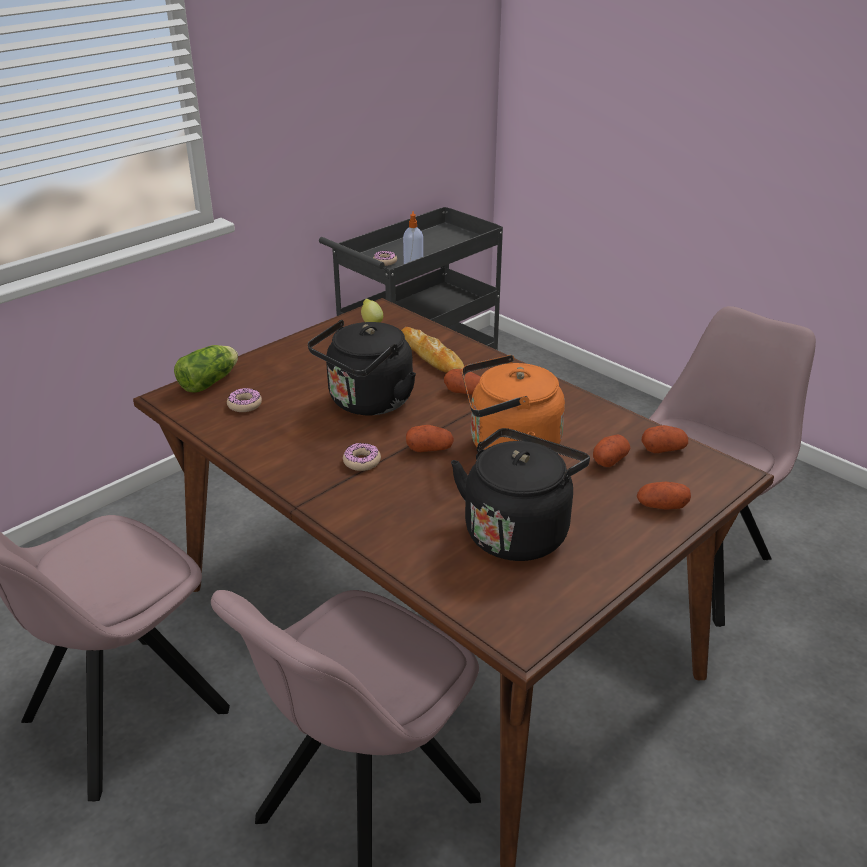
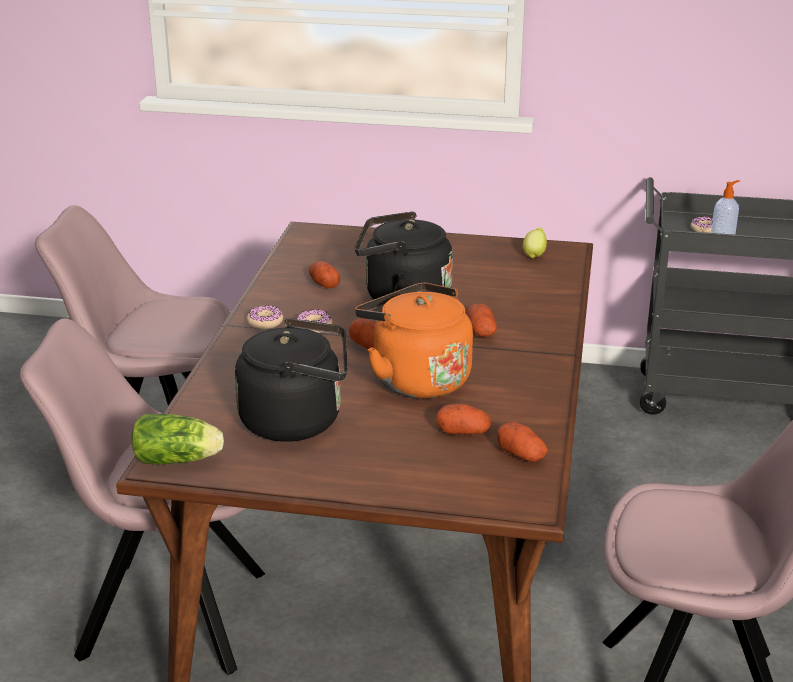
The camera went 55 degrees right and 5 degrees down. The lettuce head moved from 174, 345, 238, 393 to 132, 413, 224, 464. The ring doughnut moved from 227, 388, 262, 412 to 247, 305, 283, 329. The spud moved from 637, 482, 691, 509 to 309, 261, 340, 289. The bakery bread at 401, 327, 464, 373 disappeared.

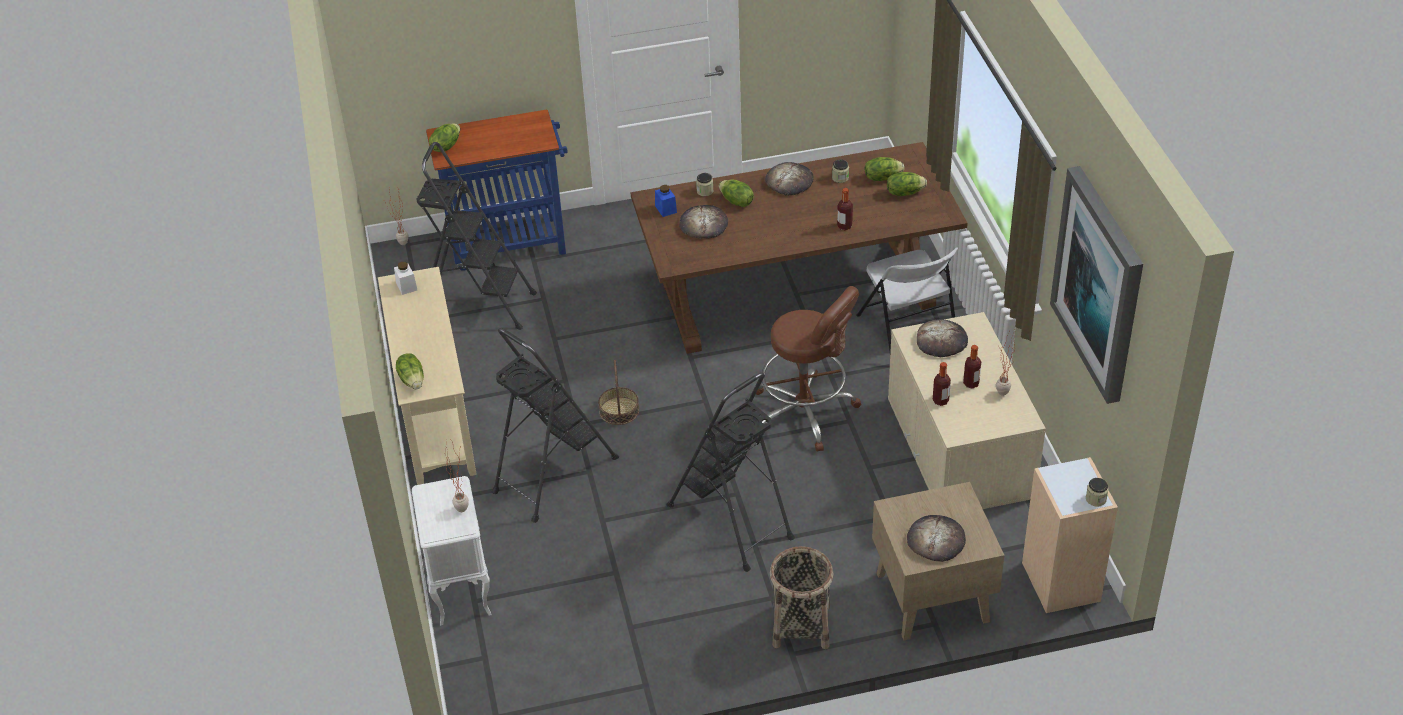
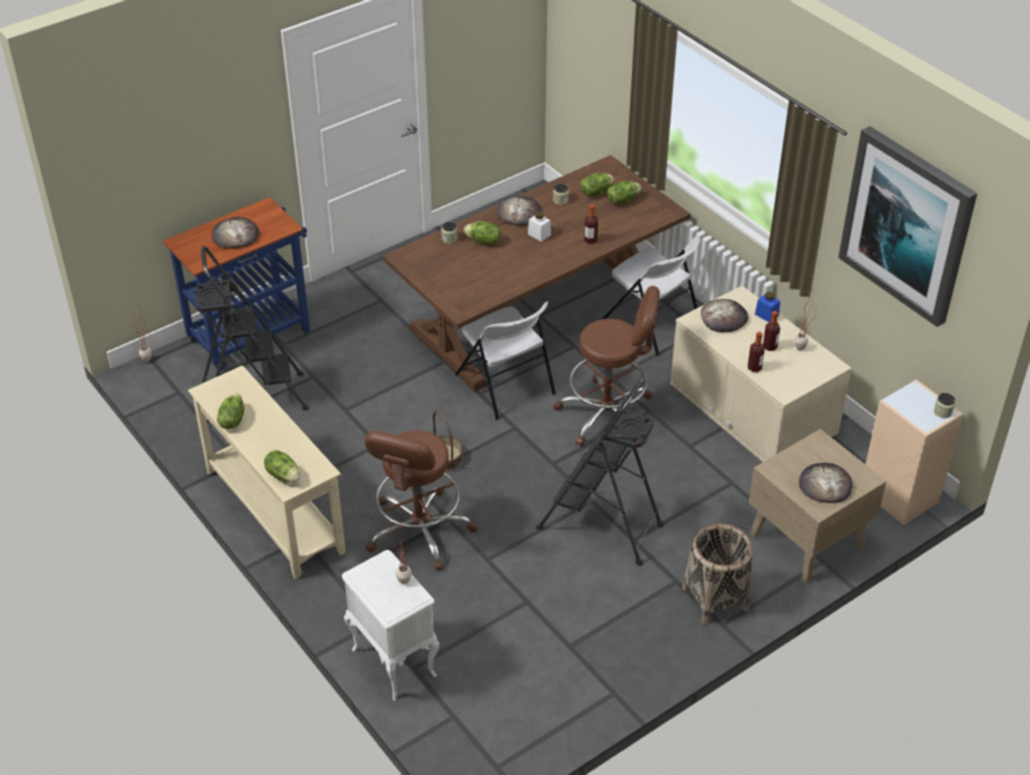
The camera went 25 degrees left and 0 degrees up. The bakery bread moved from 679, 205, 728, 239 to 212, 217, 259, 249. The lettuce head moved from 429, 123, 460, 152 to 217, 394, 244, 429. The step stool at 492, 328, 619, 523 was replaced by the stool seat (brownish) at 365, 431, 478, 571. The upright chair (white) at 455, 301, 556, 420 appeared. The jar (white) moved from 394, 262, 417, 295 to 528, 211, 551, 242. The jar (blue) moved from 655, 185, 677, 217 to 755, 292, 780, 322.

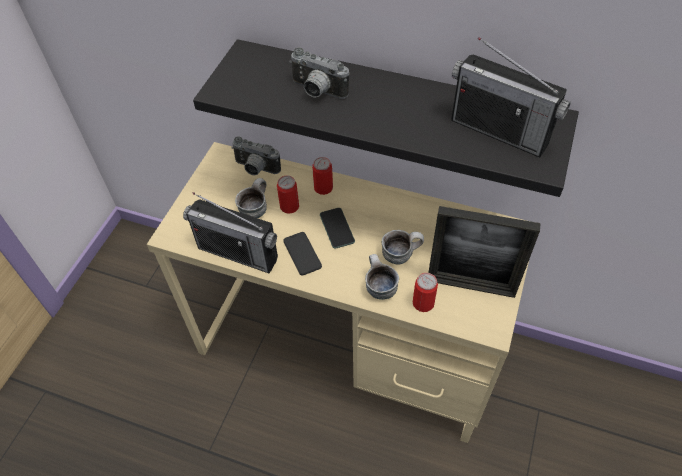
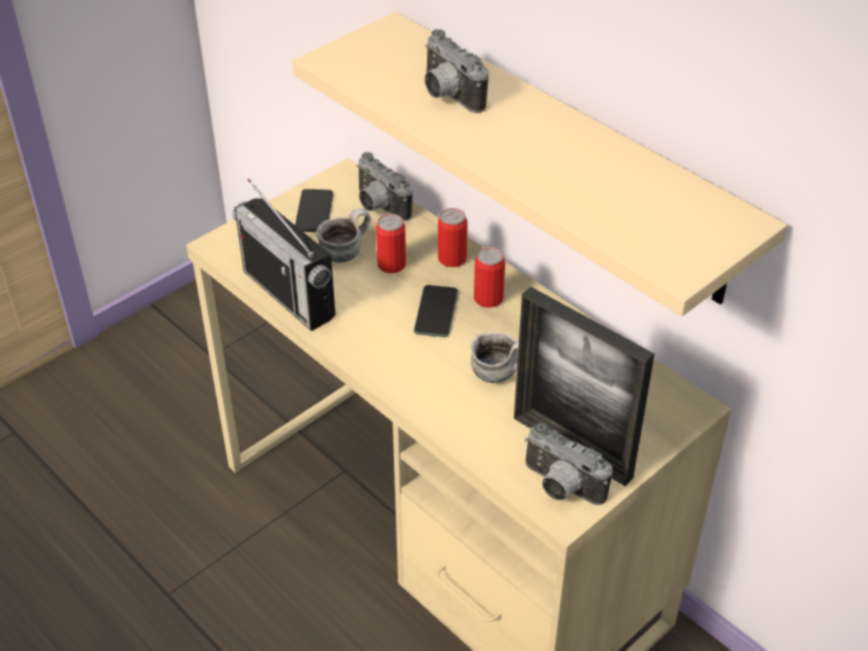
The camera went 25 degrees right and 10 degrees down. The bracket shelf (black-coloured) at 193, 39, 579, 197 became the bracket shelf (beige-coloured) at 292, 12, 787, 317. The phone moved from 283, 232, 322, 276 to 295, 189, 333, 232. The sealed can moved from 413, 273, 438, 312 to 474, 247, 505, 308. The still camera at 525, 422, 613, 505 appeared. The coffee mug at 365, 254, 399, 300 disappeared. The radio at 451, 37, 571, 158 disappeared.

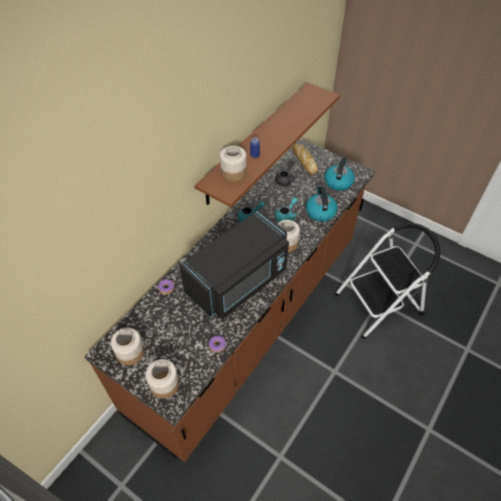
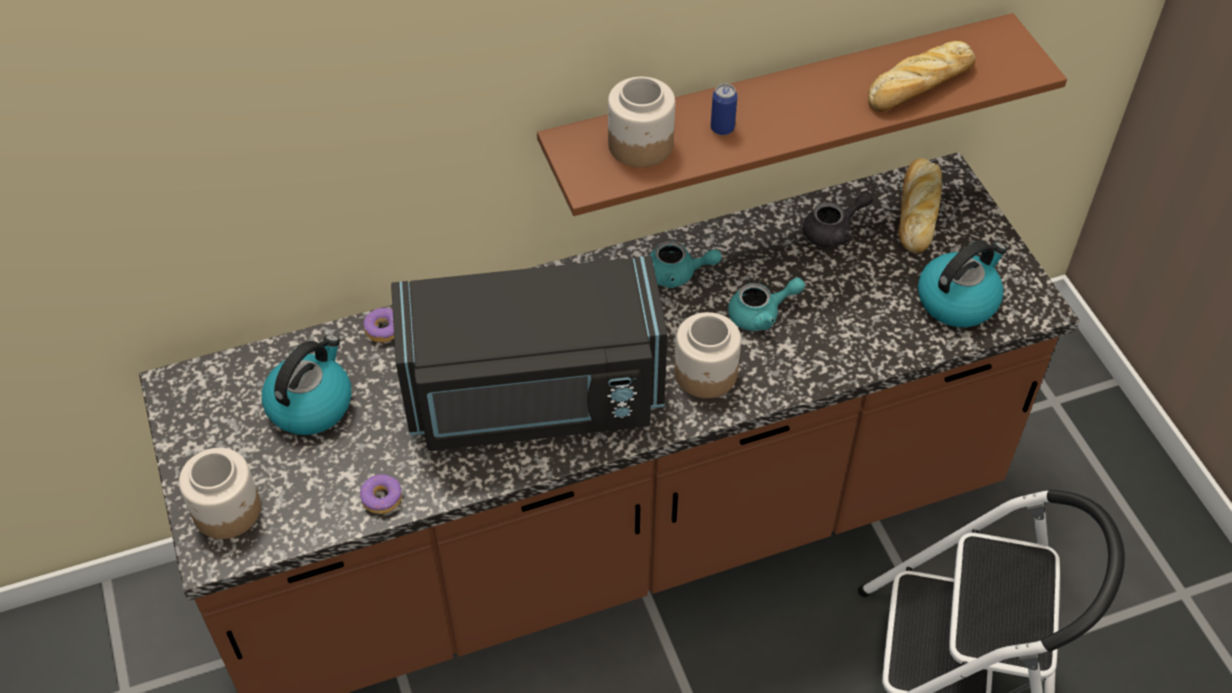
The camera went 35 degrees right and 0 degrees up. The kettle moved from 306, 185, 338, 222 to 262, 335, 352, 435. The bakery bread at 868, 41, 976, 112 appeared. The jar at 111, 328, 144, 366 disappeared.

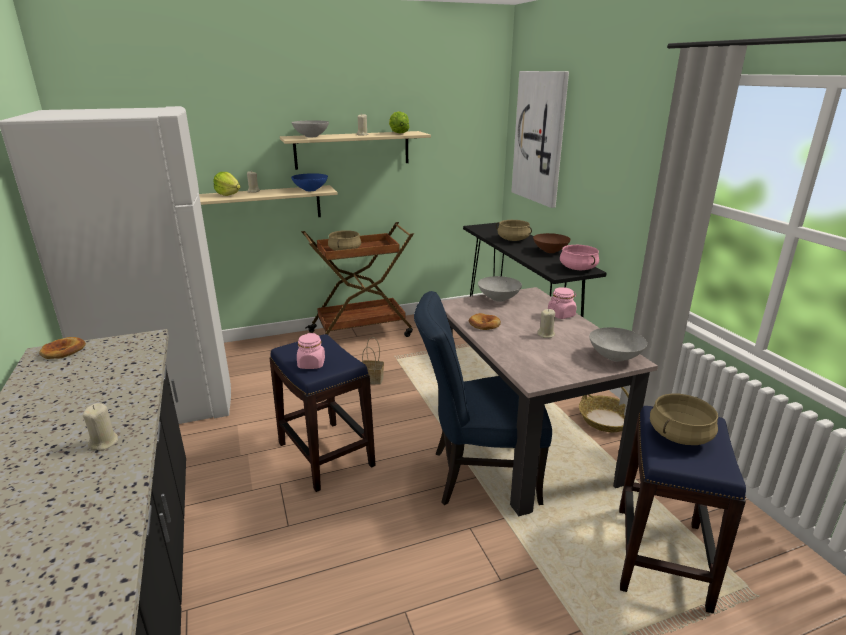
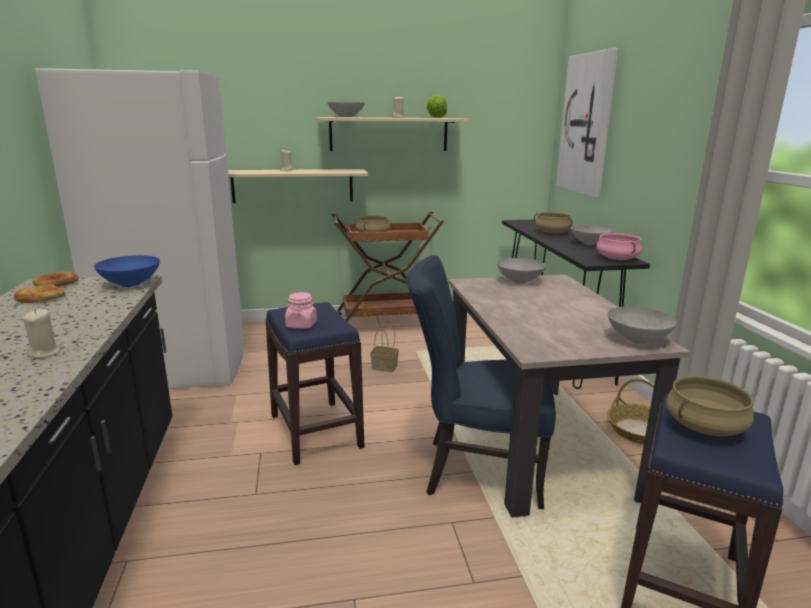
The camera went 10 degrees right and 5 degrees down. The bakery bread moved from 469, 313, 501, 330 to 14, 284, 65, 303. The bowl (blue) moved from 291, 173, 328, 191 to 94, 255, 160, 287. The bowl (brownish) at 533, 233, 571, 253 became the bowl (grey) at 572, 225, 614, 245. The lettuce head at 213, 172, 240, 196 disappeared. The candle (beige-coloured) at 537, 309, 555, 338 disappeared. The jar (pink-coloured) at 548, 287, 577, 319 disappeared.

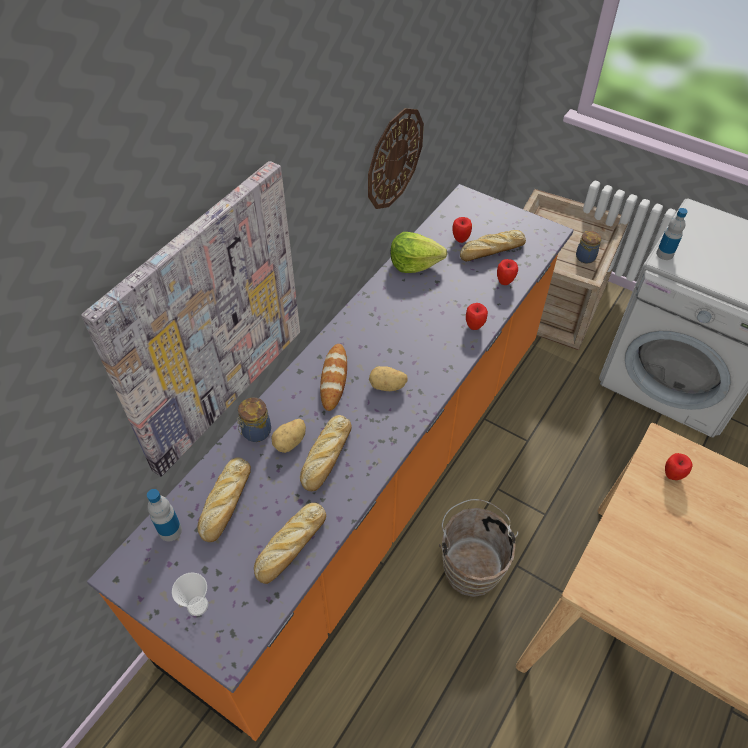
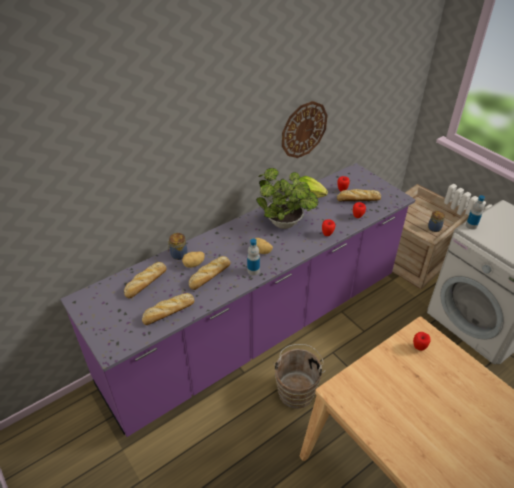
The camera went 20 degrees right and 10 degrees down. The kitchen base unit (orange-coloured) at 87, 184, 574, 741 became the kitchen base unit (purple) at 60, 163, 415, 437. The beverage bottle moved from 147, 489, 182, 541 to 247, 239, 260, 275. The plant in a pot at 256, 168, 319, 229 appeared. The wall art at 81, 161, 300, 477 disappeared. The small cup at 172, 573, 208, 616 disappeared. The bakery bread at 320, 344, 347, 411 disappeared.

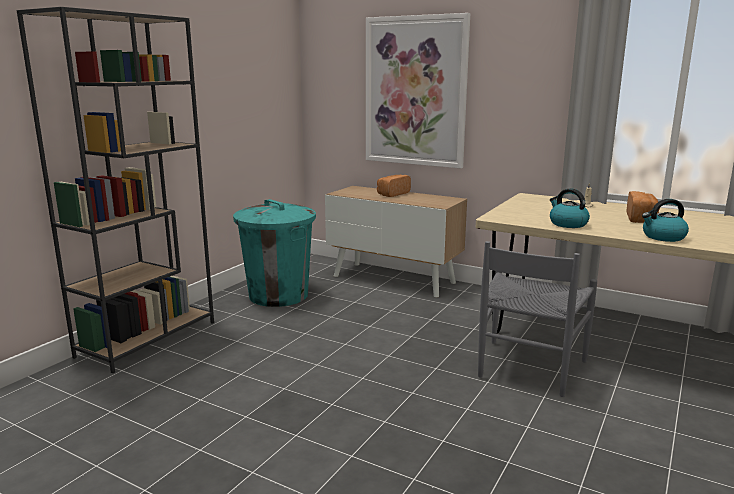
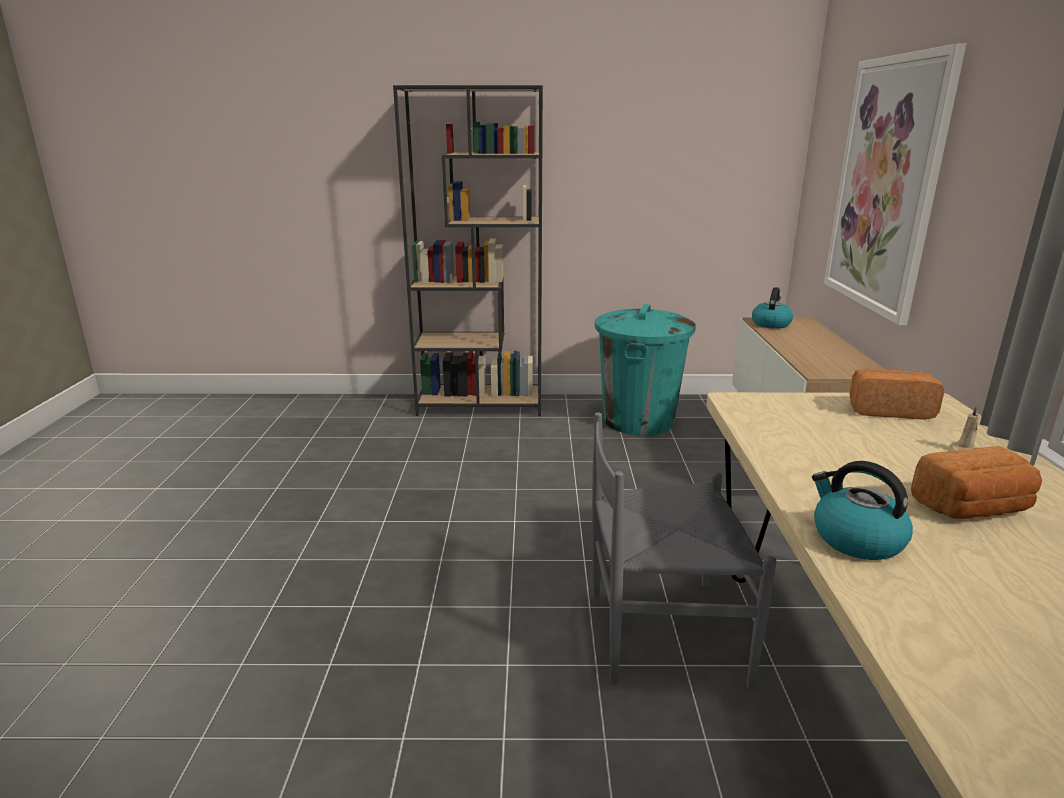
The camera went 60 degrees right and 5 degrees up. The kettle moved from 550, 188, 590, 228 to 752, 287, 793, 329. The bakery bread moved from 377, 175, 411, 197 to 850, 369, 945, 420.

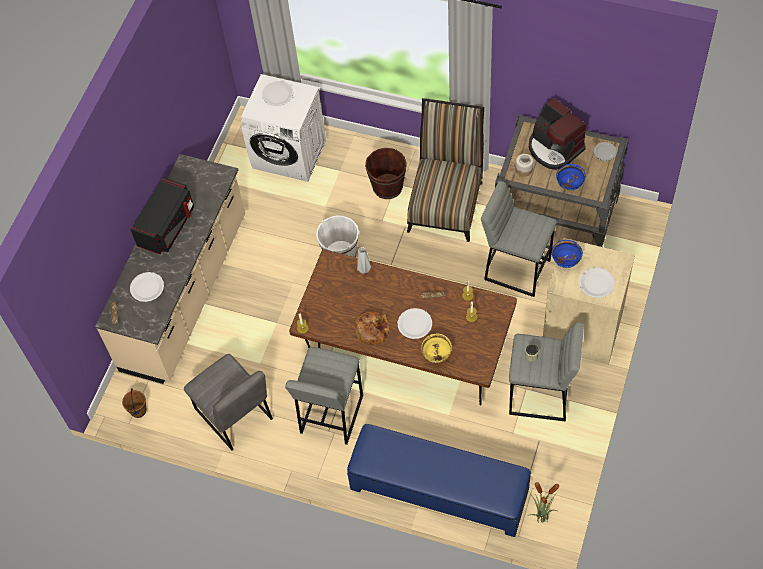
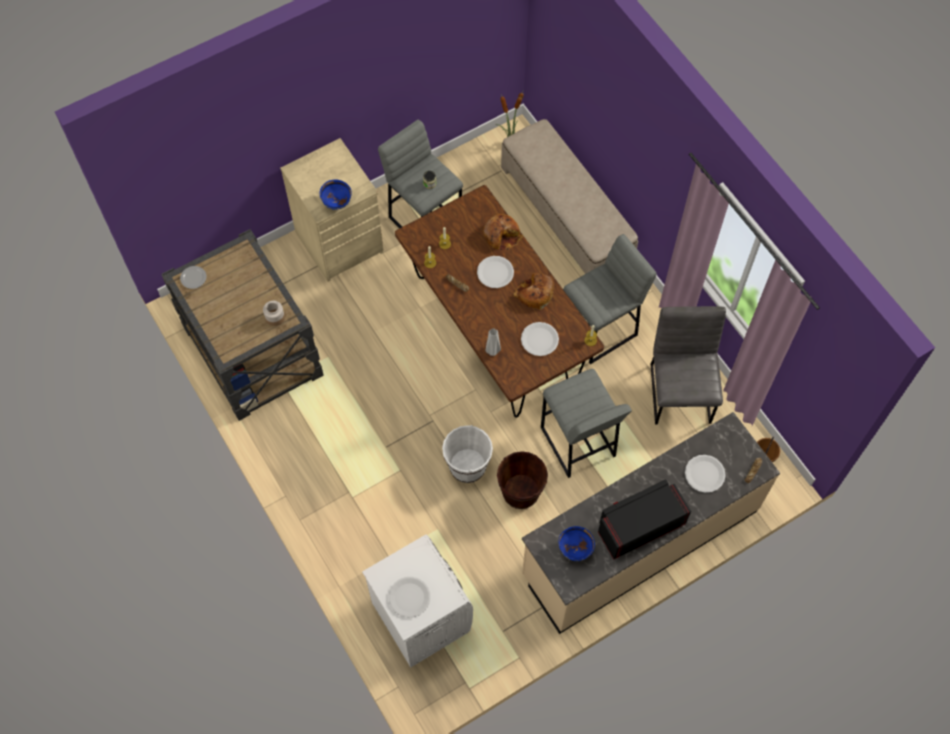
The camera went 145 degrees left and 5 degrees up. The bowl (yellowish) at 421, 334, 452, 363 was replaced by the bakery bread at 483, 214, 523, 251. The bucket (brownish) moved from 365, 148, 407, 199 to 497, 451, 548, 509. The long seat (blue) at 347, 424, 531, 537 became the long seat (beige-coloured) at 501, 119, 638, 274. The dinner plate (white) moved from 579, 267, 615, 298 to 521, 322, 559, 356. The stool seat (grey) moved from 481, 181, 557, 297 to 541, 369, 632, 478. The bowl (blue) moved from 556, 164, 586, 190 to 559, 526, 595, 561. The upright chair at 407, 98, 484, 242 disappeared. The coffee maker at 529, 98, 586, 170 disappeared.

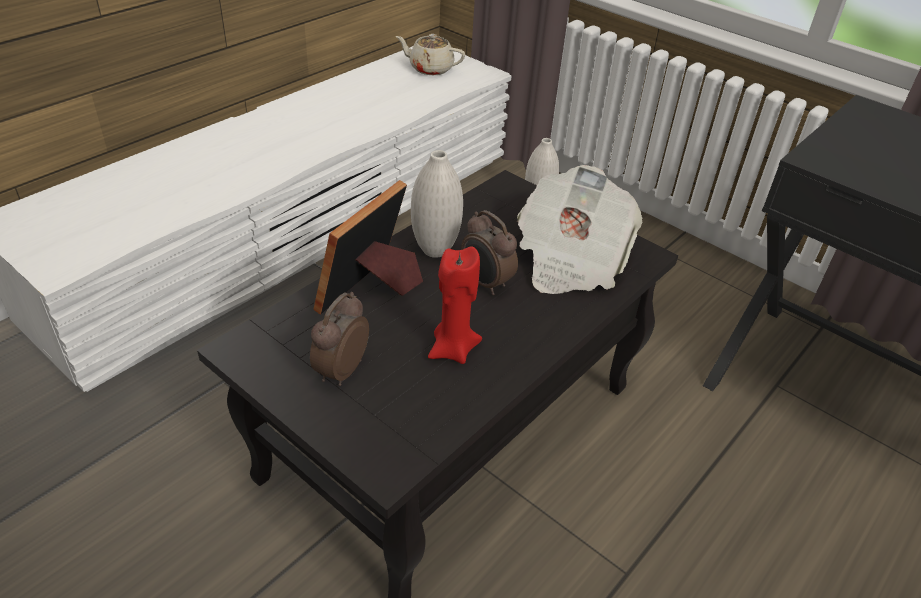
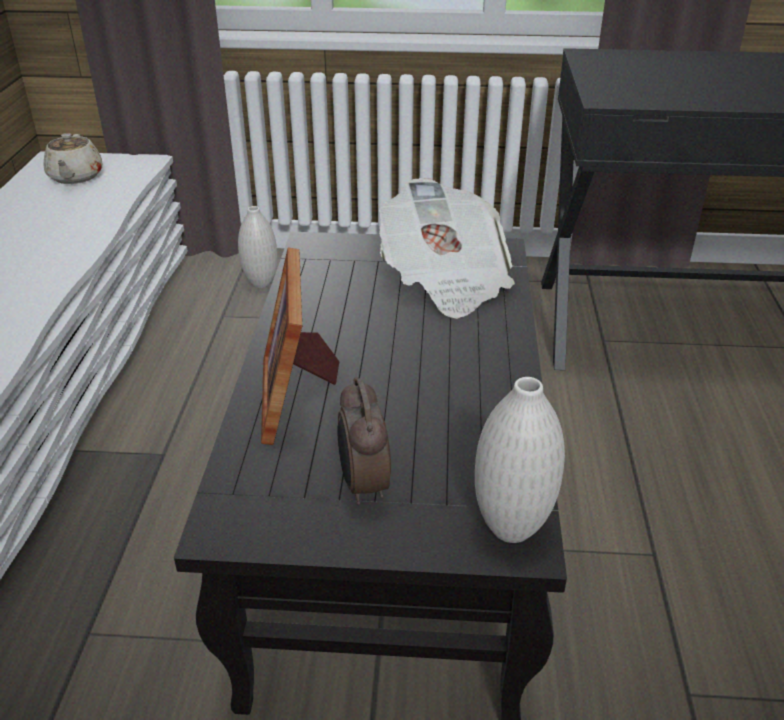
The camera went 35 degrees left and 5 degrees down. The tea pot (beige-coloured) at 395, 34, 465, 75 turned 75 degrees counterclockwise. The decorative vase (white) moved from 411, 150, 463, 258 to 475, 377, 565, 543. The candle (red-coloured) at 428, 246, 482, 364 disappeared. The alarm clock at 461, 210, 518, 295 disappeared.

